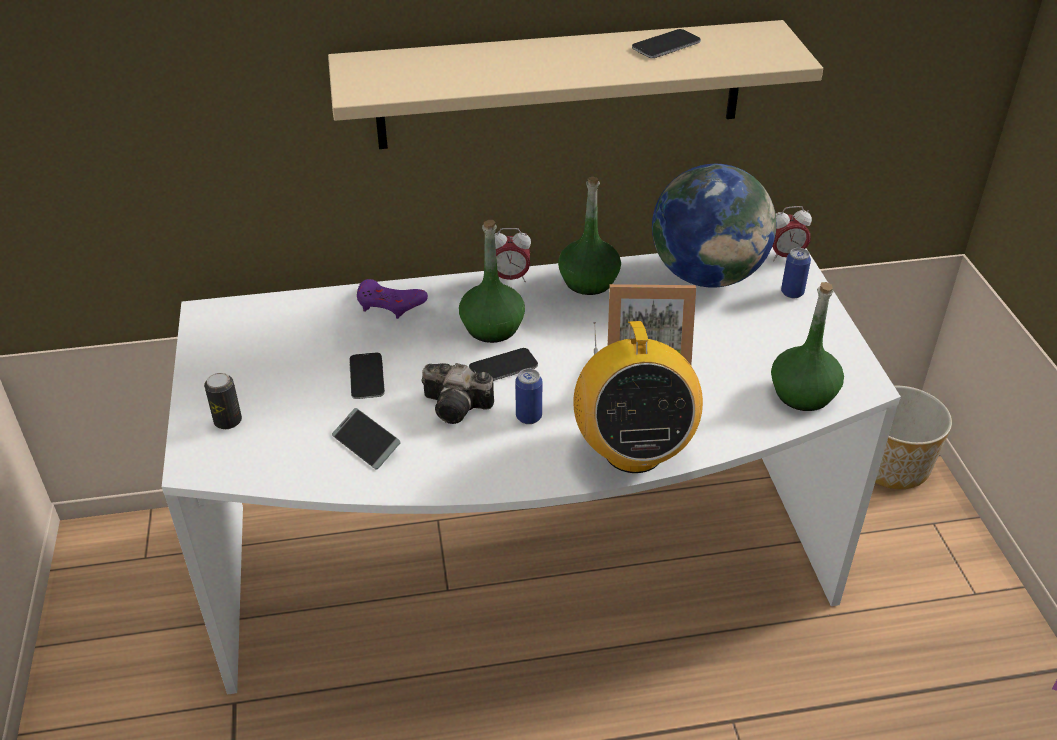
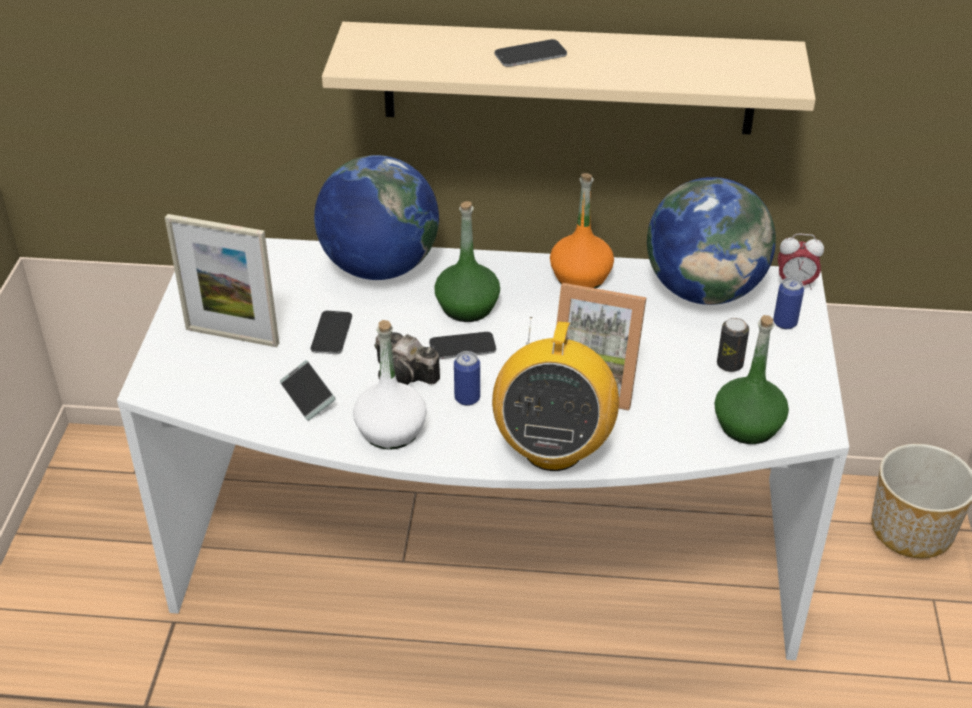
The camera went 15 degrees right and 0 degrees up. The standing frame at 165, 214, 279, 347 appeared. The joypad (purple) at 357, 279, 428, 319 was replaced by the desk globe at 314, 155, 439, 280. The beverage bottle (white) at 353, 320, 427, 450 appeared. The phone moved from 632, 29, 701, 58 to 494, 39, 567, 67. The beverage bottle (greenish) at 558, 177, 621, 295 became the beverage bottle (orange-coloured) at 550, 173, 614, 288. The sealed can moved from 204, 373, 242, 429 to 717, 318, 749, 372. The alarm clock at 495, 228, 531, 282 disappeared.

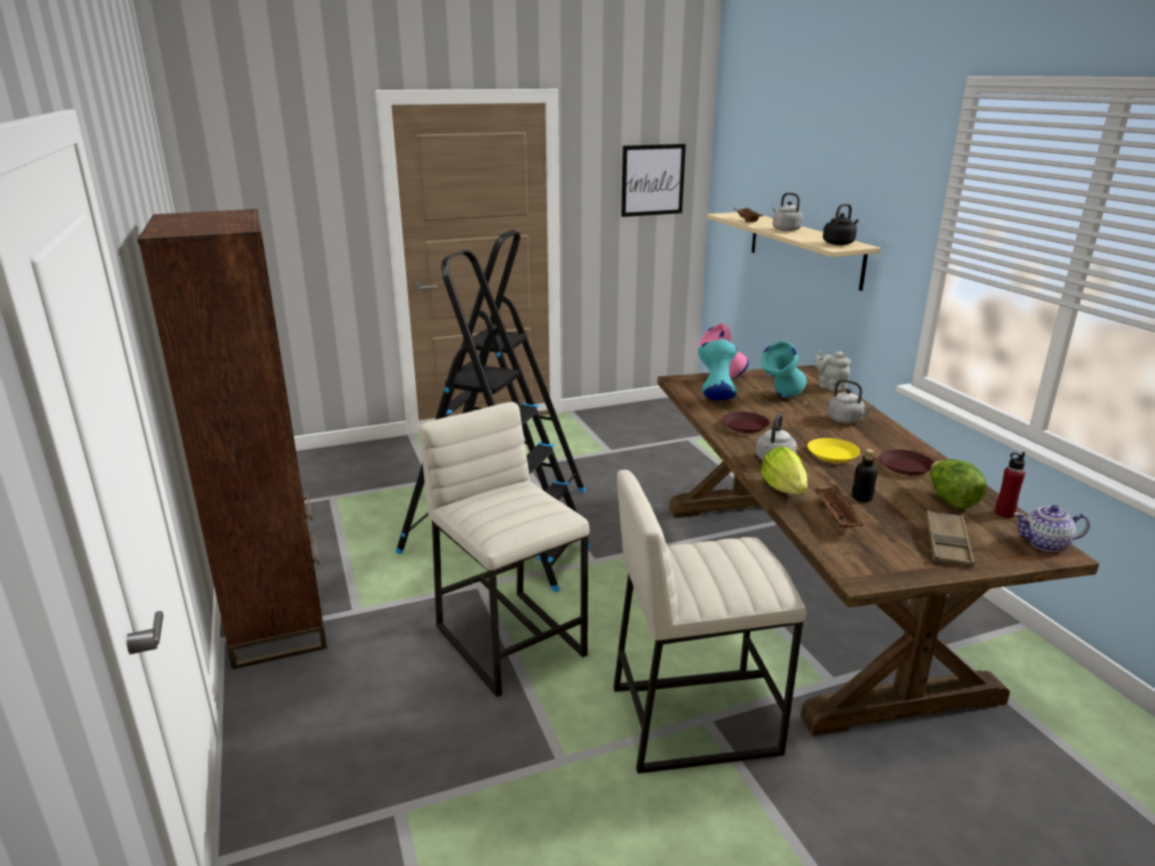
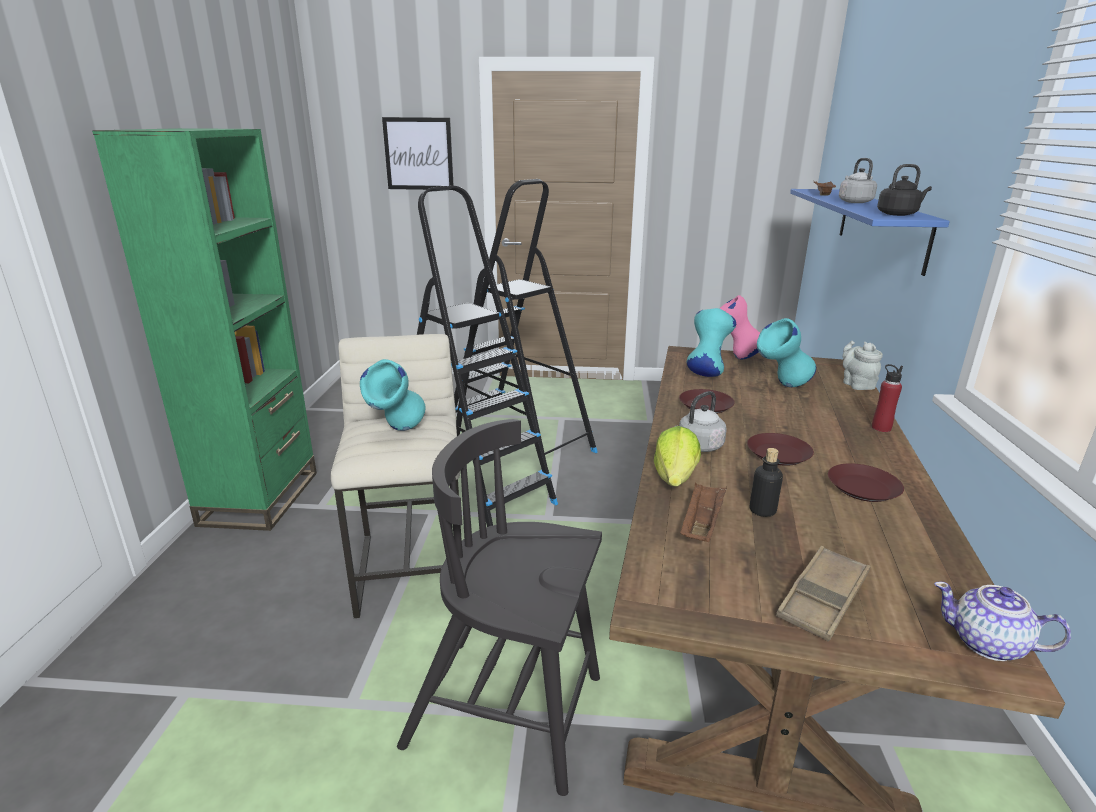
The camera went 25 degrees right and 0 degrees up. The bookcase (brownish) at 138, 209, 327, 670 became the bookcase (greenish) at 92, 128, 317, 531. The decorative vase (turquoise) at 360, 359, 426, 431 appeared. The wall art moved from 621, 144, 686, 217 to 382, 117, 454, 190. The stool seat (beige-coloured) at 613, 470, 806, 774 was replaced by the upright chair (black-coloured) at 397, 419, 602, 796. The dinner plate (yellowish) at 807, 438, 860, 463 became the dinner plate (brownish) at 747, 433, 814, 466. The bracket shelf (beige-coloured) at 707, 212, 881, 291 became the bracket shelf (blue) at 790, 189, 950, 276. The beverage bottle (red-coloured) moved from 995, 452, 1025, 518 to 872, 364, 903, 432. The kettle (grey) at 827, 379, 874, 424 disappeared. The lettuce head at 930, 459, 986, 509 disappeared.

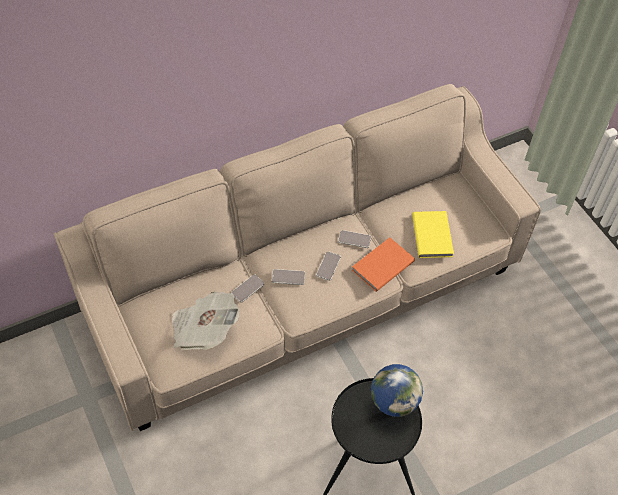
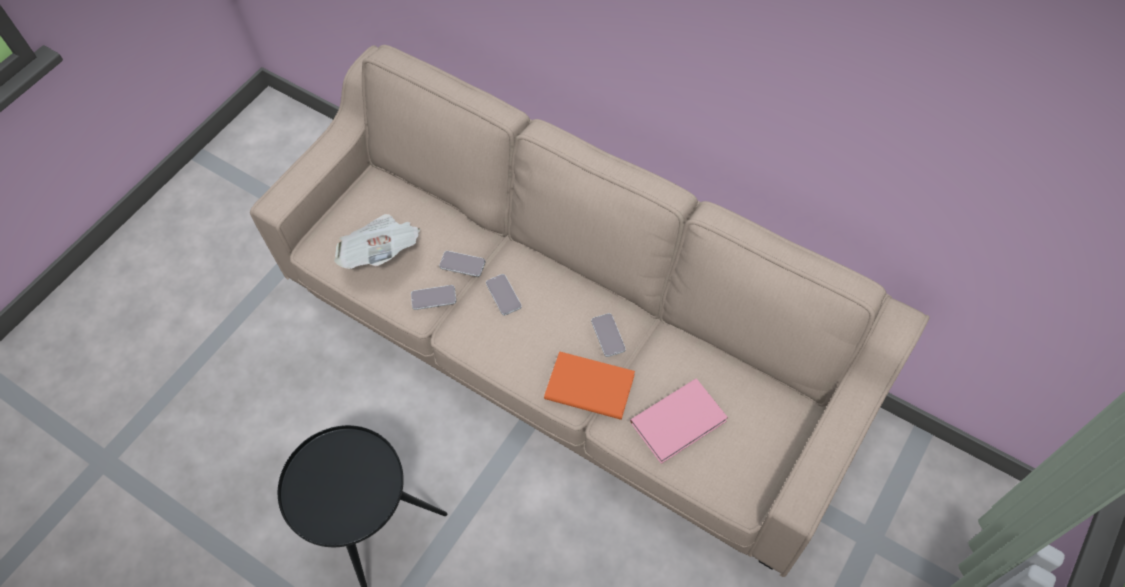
The camera went 65 degrees right and 5 degrees up. The phone moved from 316, 252, 341, 281 to 411, 285, 456, 310. The volume (yellowish) at 412, 211, 454, 258 became the volume (pink-coloured) at 630, 379, 728, 464. The desk globe at 371, 364, 423, 417 disappeared.

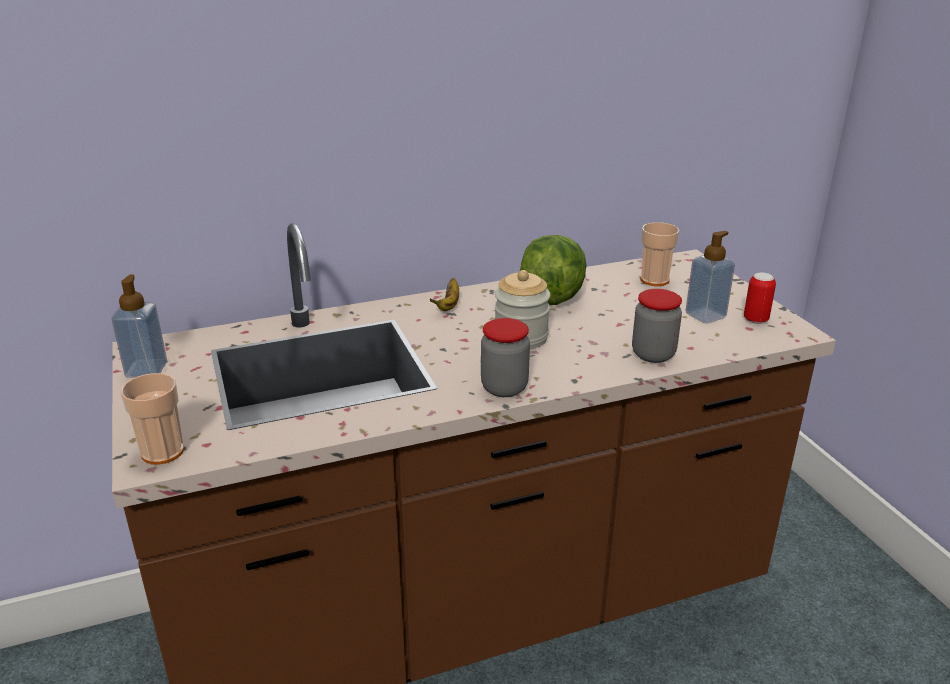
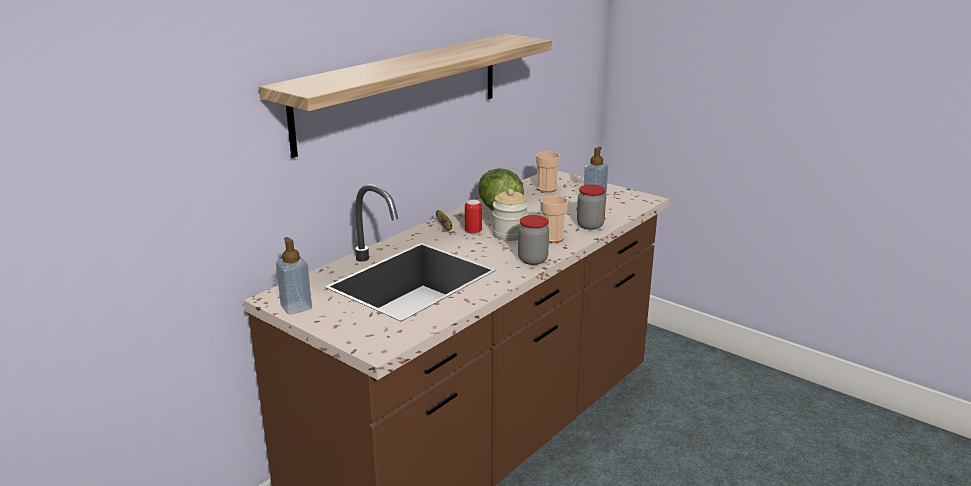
The camera went 30 degrees left and 5 degrees down. The bracket shelf at 259, 34, 552, 158 appeared. The sealed can moved from 744, 273, 776, 324 to 465, 200, 482, 234. The small cup moved from 121, 373, 184, 465 to 540, 195, 568, 243.

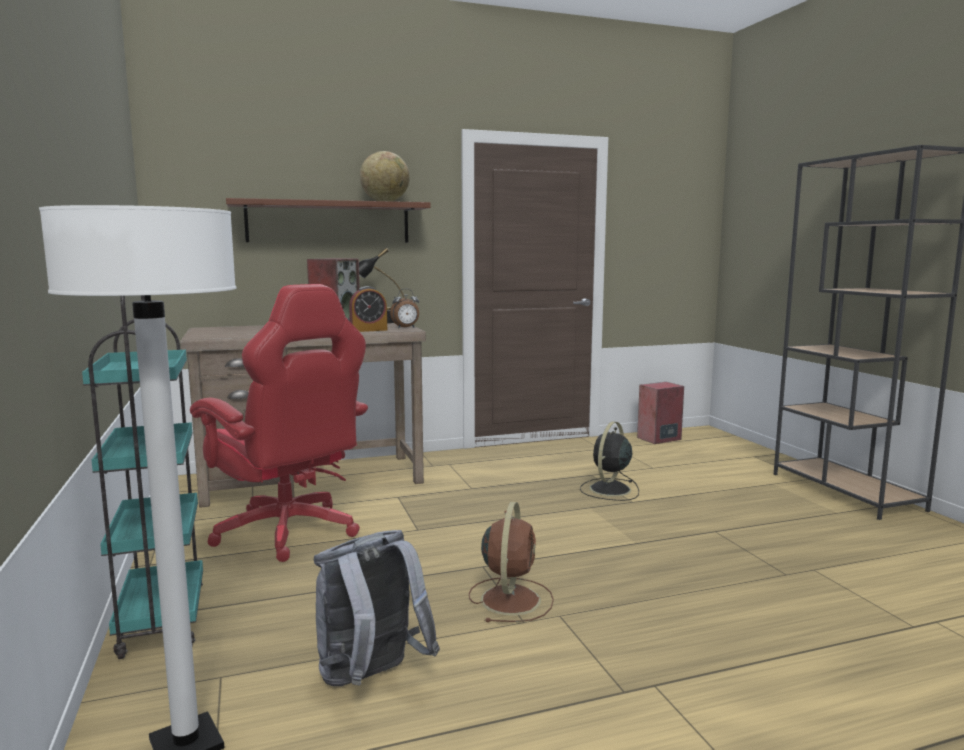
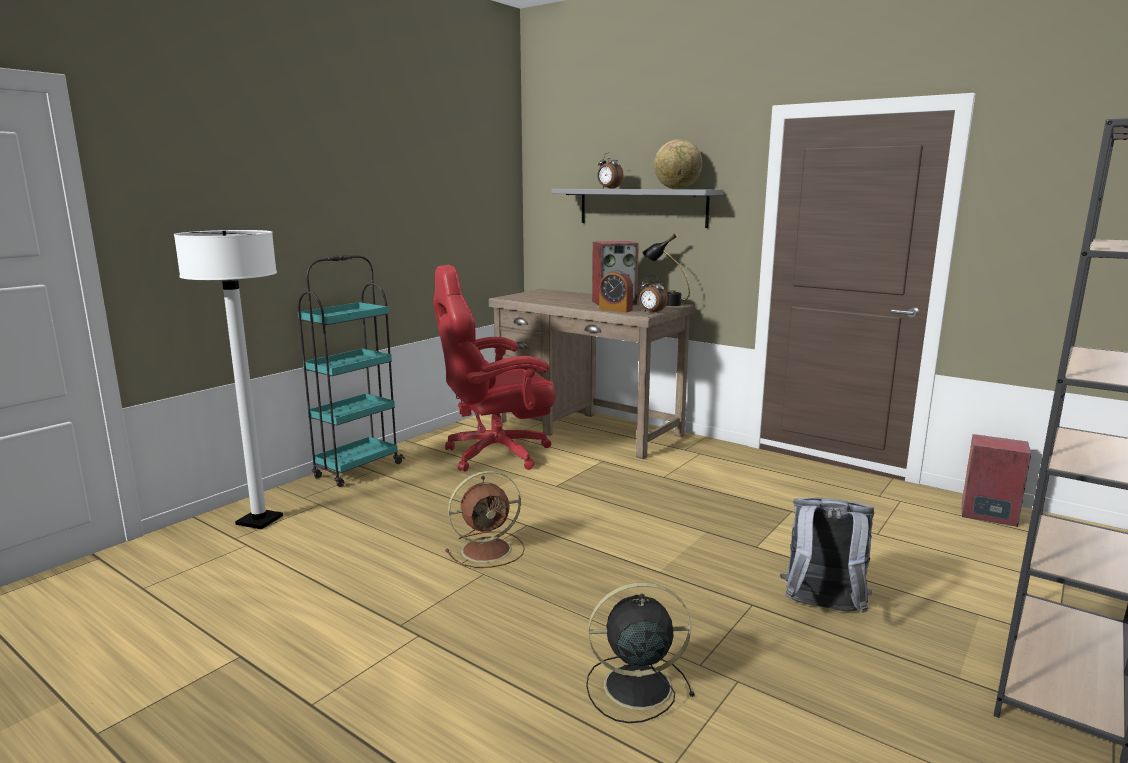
The camera went 55 degrees right and 5 degrees up. The computer chair (red-coloured) at 190, 284, 368, 562 turned 60 degrees clockwise. The bracket shelf (brownish) at 226, 198, 431, 243 became the bracket shelf (grey) at 552, 189, 723, 228. The fan (black-coloured) moved from 580, 422, 639, 501 to 586, 582, 695, 723. The alarm clock at 597, 152, 623, 189 appeared. The backpack (grey) moved from 314, 530, 440, 686 to 780, 498, 874, 613.

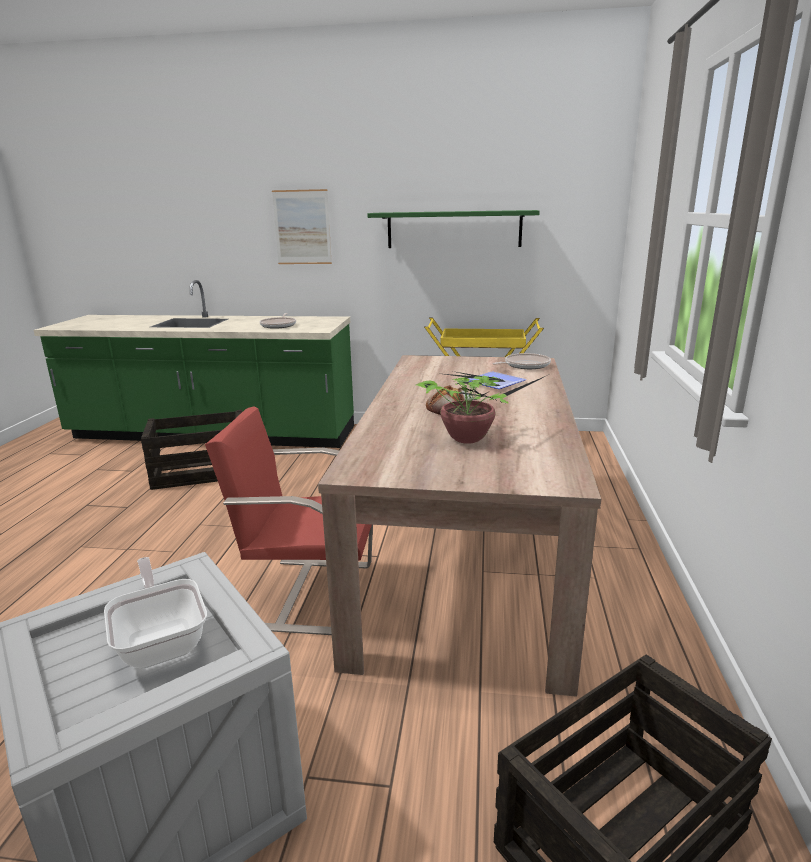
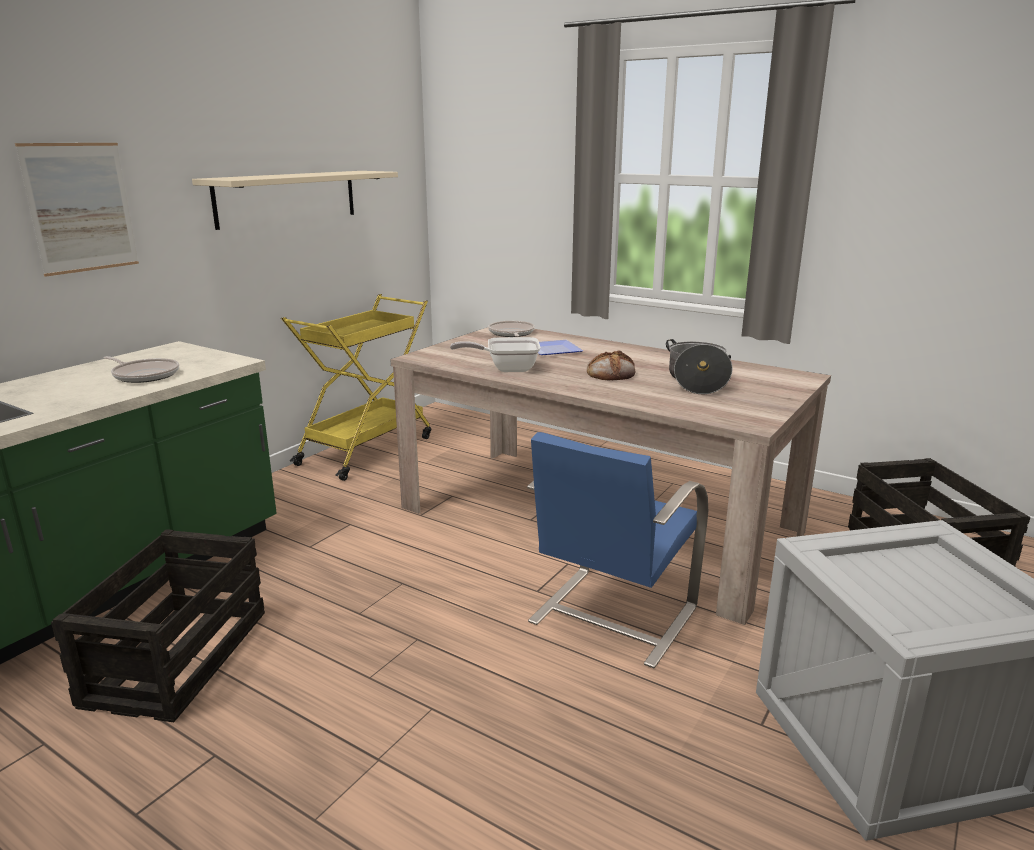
The camera went 65 degrees left and 0 degrees up. The bracket shelf (greenish) at 367, 210, 540, 248 became the bracket shelf (beige-coloured) at 192, 171, 398, 230. The pan moved from 104, 557, 207, 668 to 450, 337, 541, 372. The upright chair (red-coloured) at 205, 407, 373, 635 became the upright chair (blue) at 527, 432, 708, 668. The plant in a pot at 416, 371, 548, 444 was replaced by the saucepot at 666, 339, 733, 394.

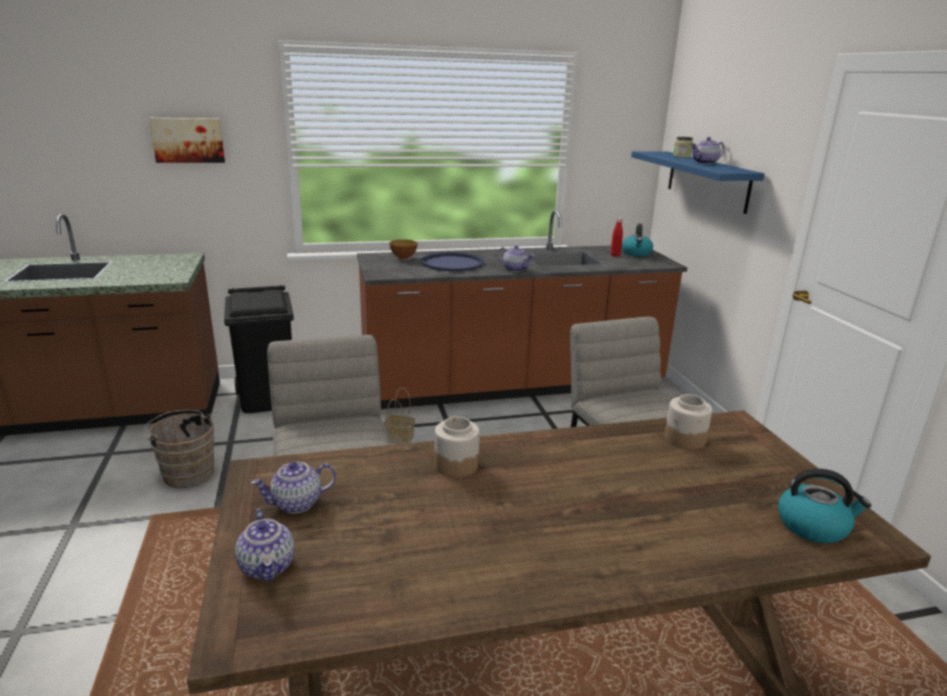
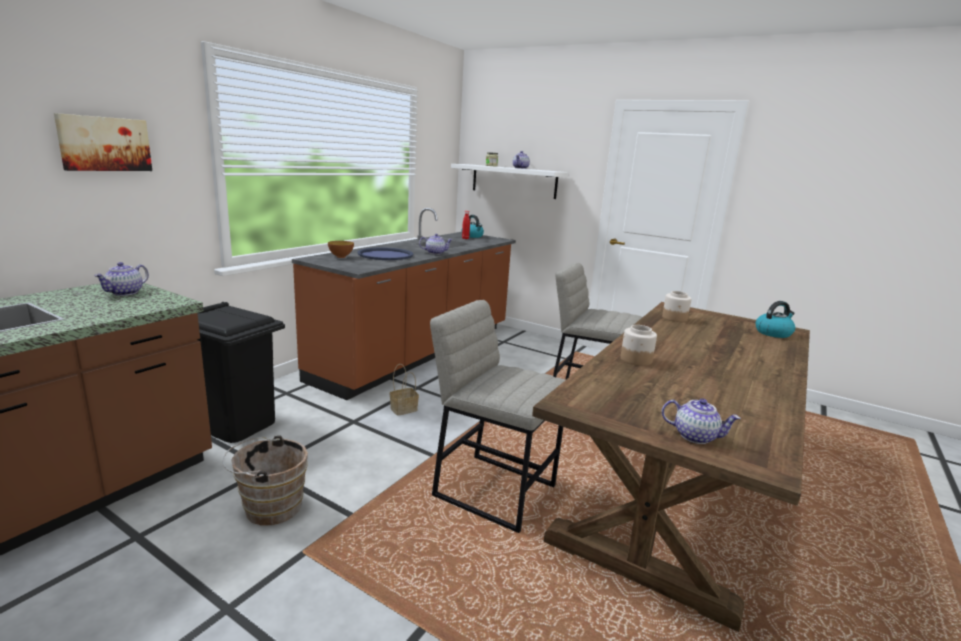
The camera went 45 degrees left and 5 degrees down. The tea pot moved from 251, 462, 336, 514 to 94, 262, 149, 296. The bracket shelf (blue) at 631, 151, 765, 214 became the bracket shelf (white) at 451, 164, 568, 199.

